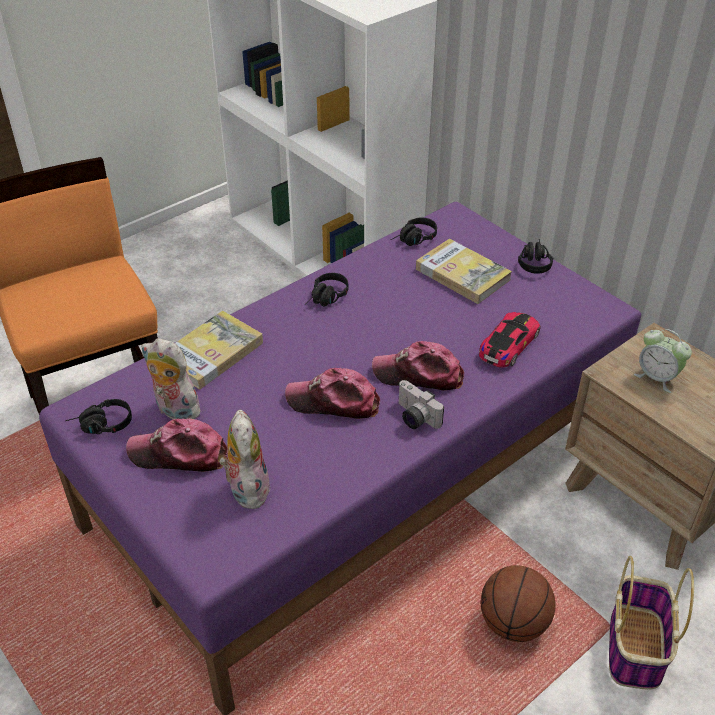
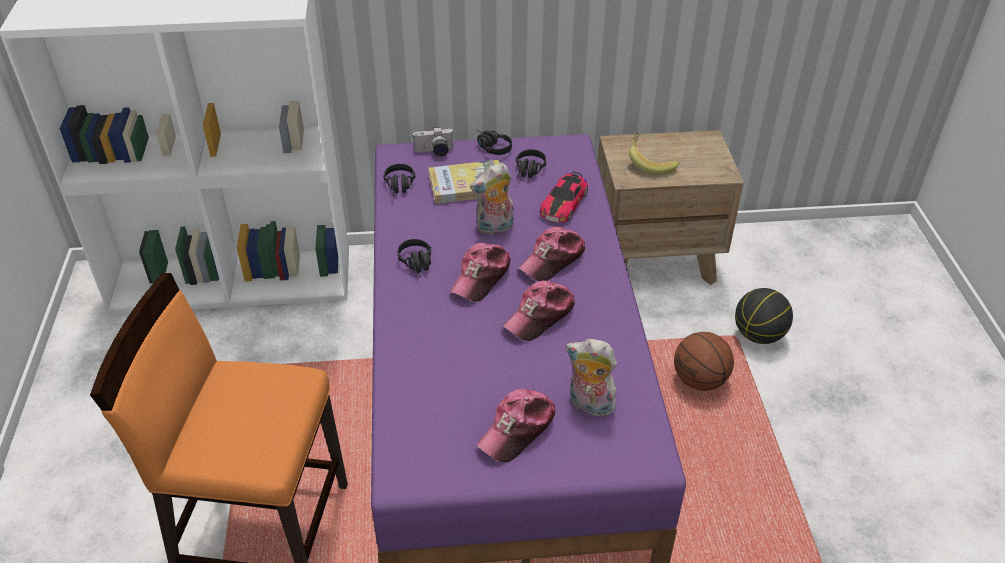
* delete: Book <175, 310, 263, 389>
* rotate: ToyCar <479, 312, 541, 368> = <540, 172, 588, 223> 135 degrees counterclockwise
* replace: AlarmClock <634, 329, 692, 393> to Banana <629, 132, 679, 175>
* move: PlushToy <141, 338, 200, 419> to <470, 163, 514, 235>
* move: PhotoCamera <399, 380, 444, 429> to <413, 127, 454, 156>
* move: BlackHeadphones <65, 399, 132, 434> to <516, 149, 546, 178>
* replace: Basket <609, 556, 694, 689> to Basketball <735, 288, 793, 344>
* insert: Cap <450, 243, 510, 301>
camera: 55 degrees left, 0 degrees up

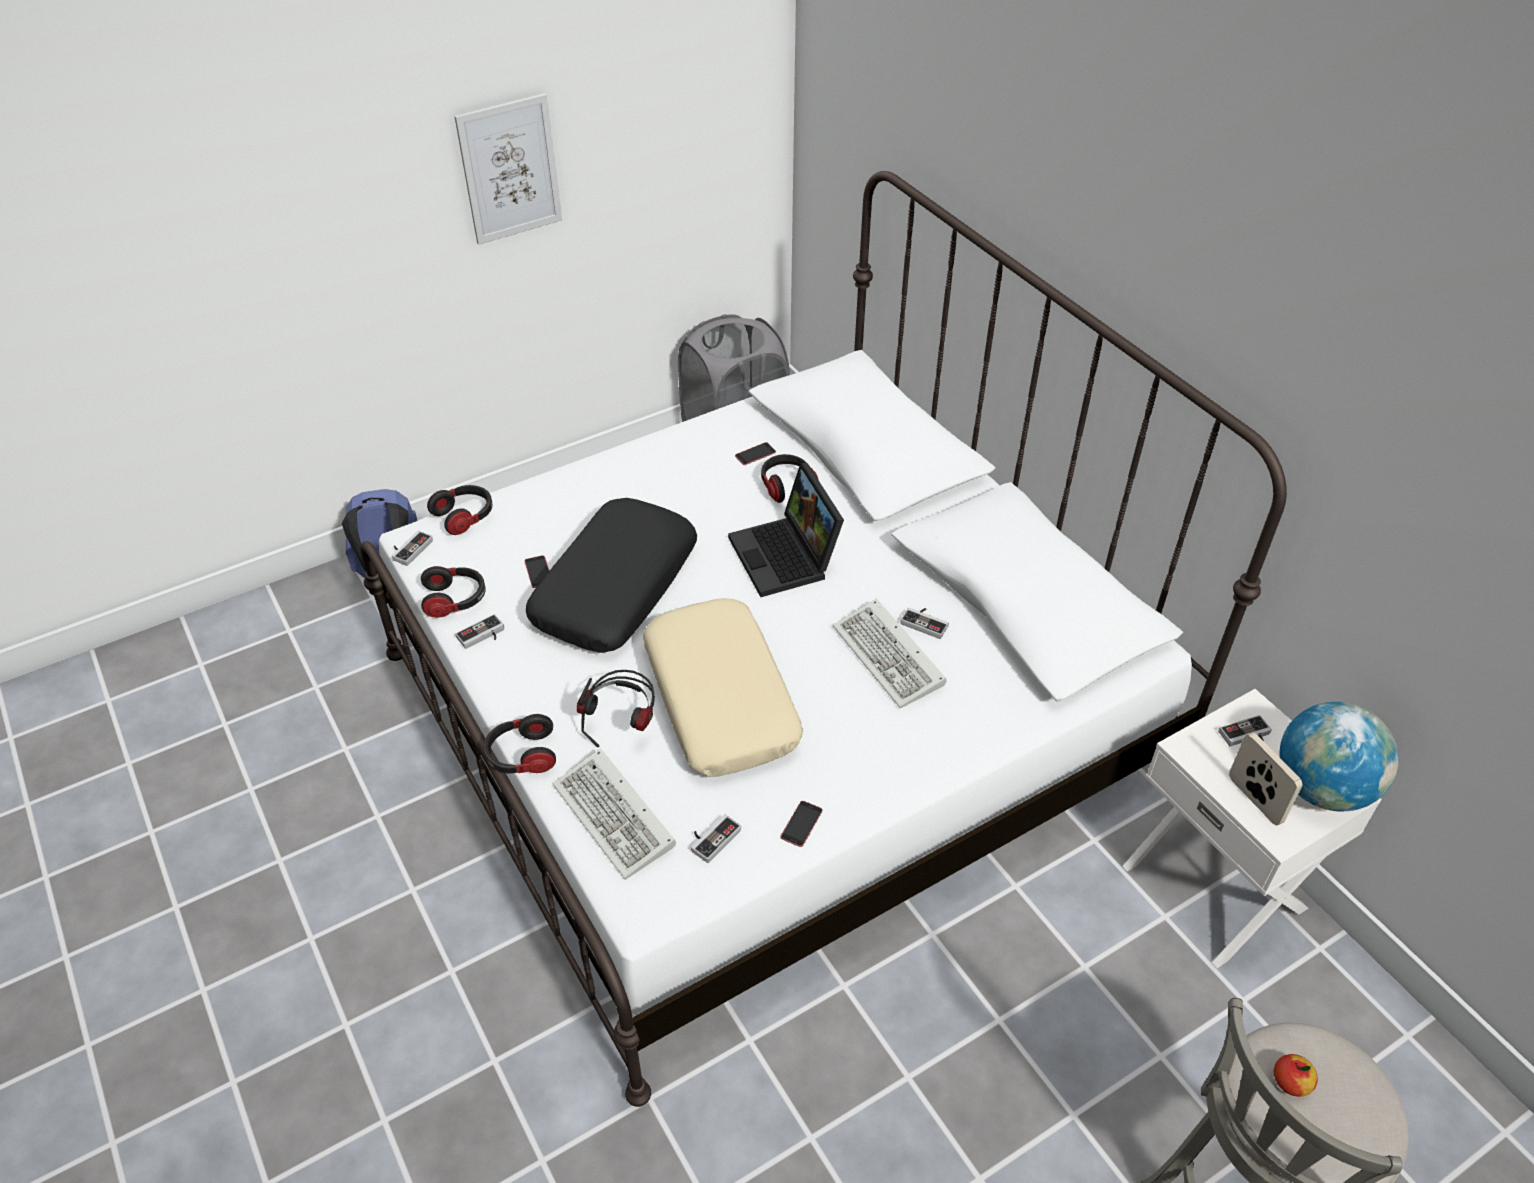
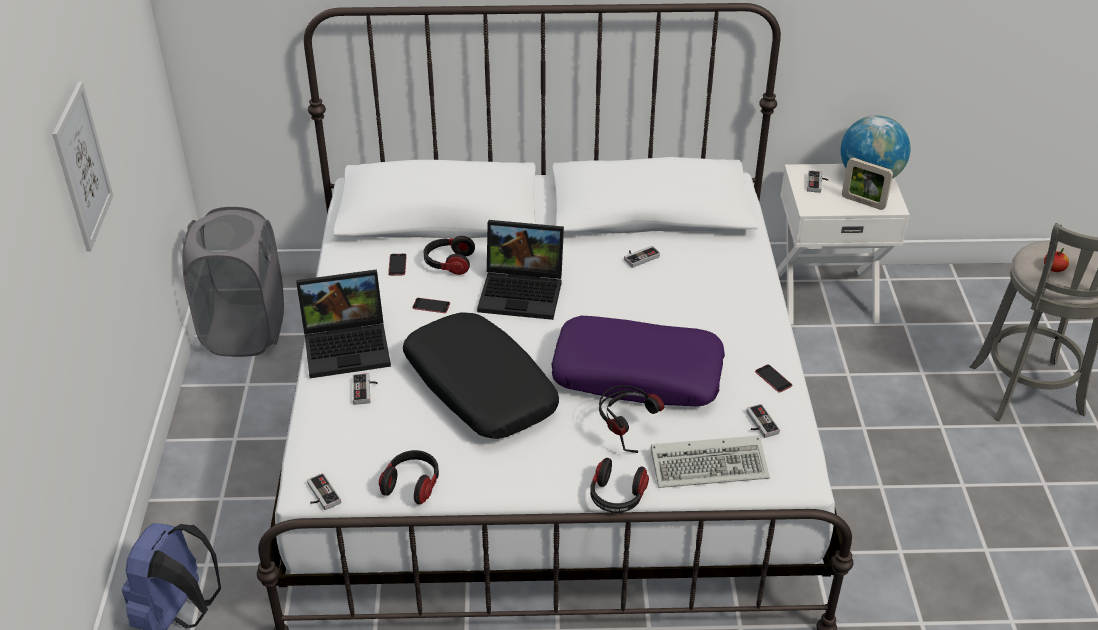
* delete: Headphones <427, 485, 492, 535>
* move: Phone <524, 555, 549, 588> to <412, 298, 450, 313>
* recolor: BeigePillow <643, 598, 803, 777> to PurplePillow <551, 316, 725, 406>
* delete: Keyboard <833, 599, 947, 708>
* move: GameController <455, 614, 504, 649> to <352, 373, 378, 405>
* rotate: PictureFrame <1229, 733, 1302, 825> = <842, 158, 893, 210> 150 degrees counterclockwise
* insert: Laptop <296, 269, 391, 378>
camera: 60 degrees left, 5 degrees down

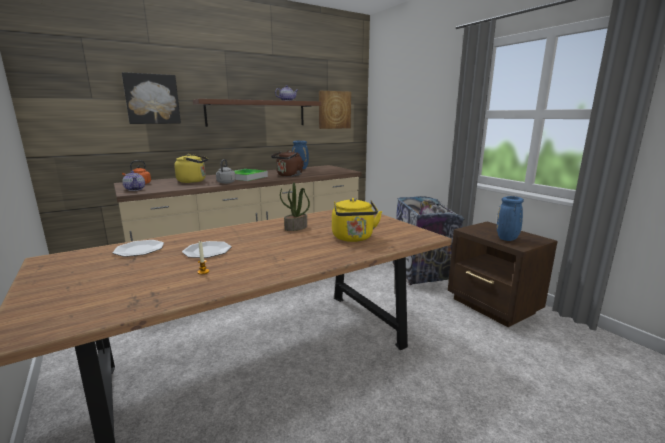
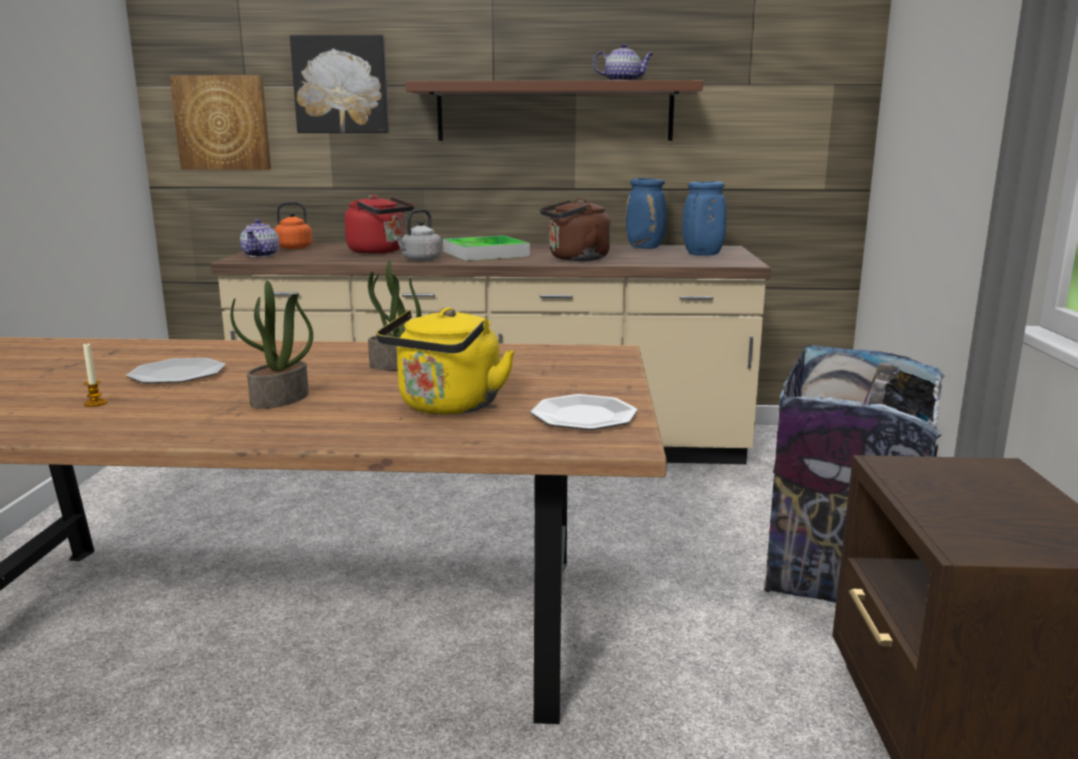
* move: Picture <319, 91, 351, 129> to <170, 75, 271, 170>
* recolor: YellowKettle <174, 154, 209, 183> to RedKettle <345, 194, 414, 254>
* move: BlueVase <497, 196, 524, 241> to <682, 181, 726, 256>
* move: Plate <113, 240, 164, 257> to <530, 394, 637, 430>
* insert: PottedPlant <230, 281, 313, 409>
camera: 35 degrees right, 0 degrees up

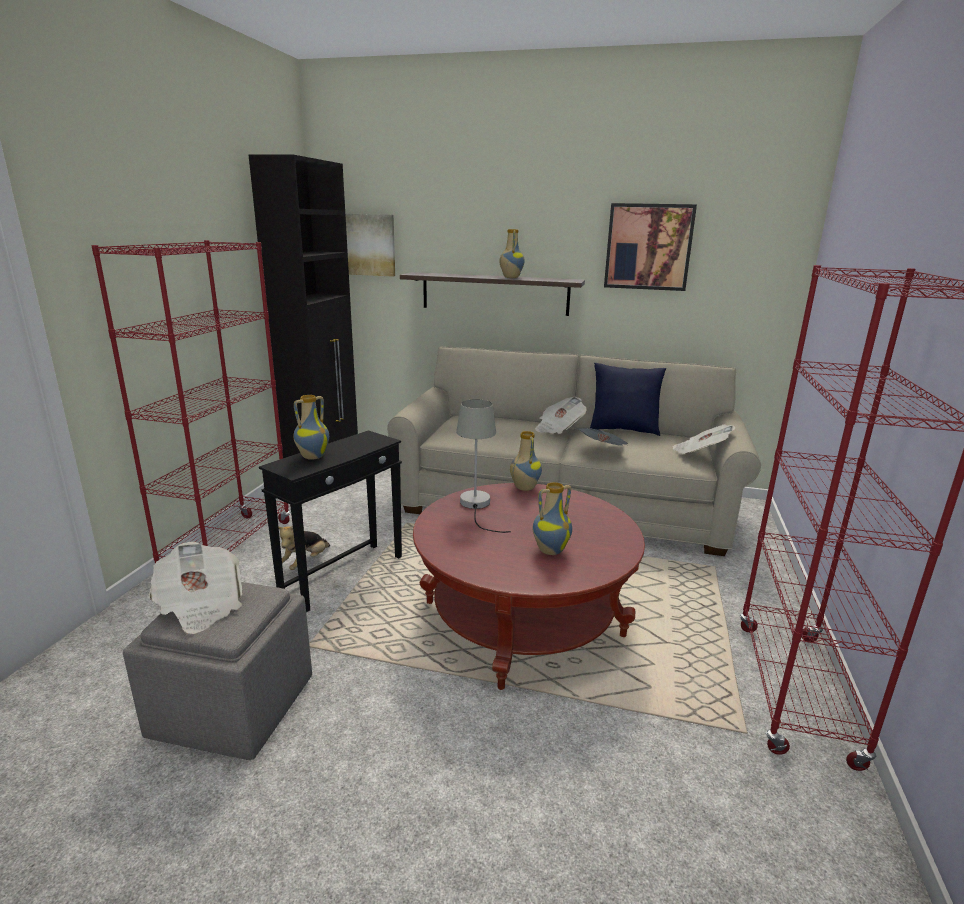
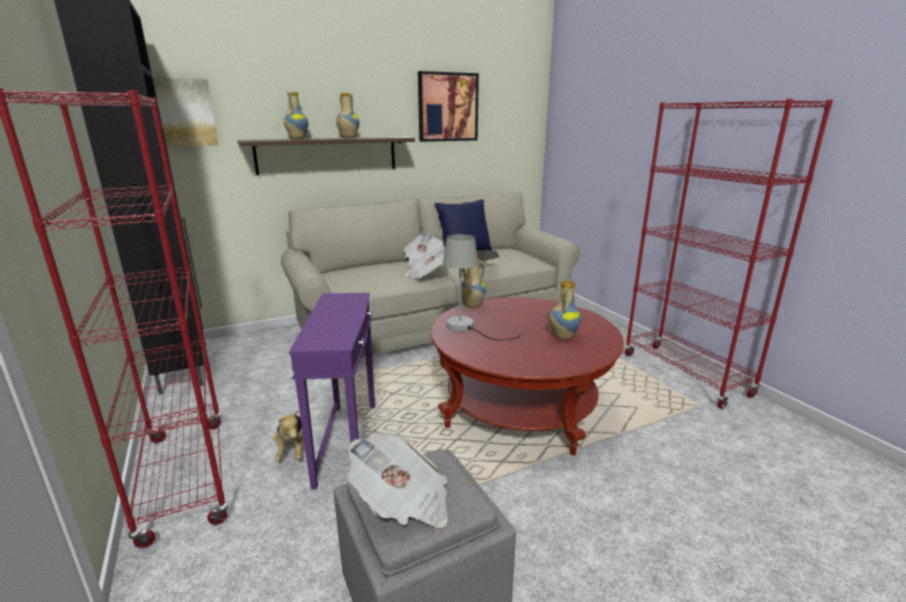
* move: Vase <293, 395, 329, 460> to <284, 92, 308, 139>
* move: Newspaper <672, 425, 736, 455> to <405, 247, 445, 279>
* recolor: BlackSideTable <259, 430, 402, 612> to PurpleSideTable <289, 293, 375, 489>
camera: 40 degrees left, 0 degrees up

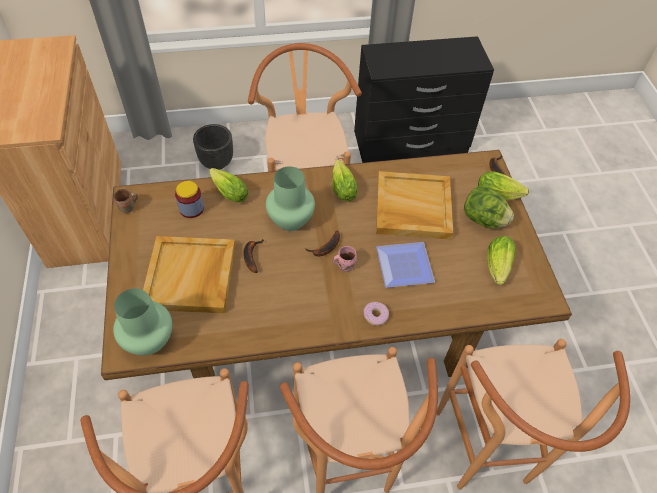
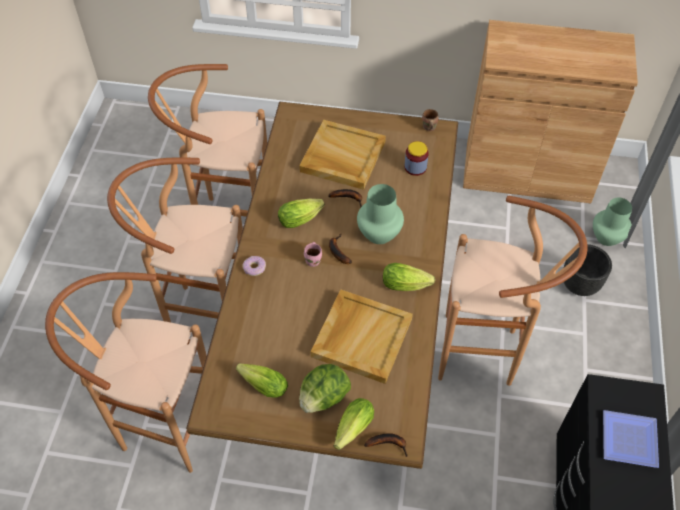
* move: Lettuce <209, 168, 249, 202> to <278, 199, 325, 228>
* move: Plate <376, 242, 435, 288> to <603, 410, 659, 468>
* move: GreenVase <113, 288, 172, 355> to <593, 198, 632, 246>
camera: 110 degrees right, 0 degrees up

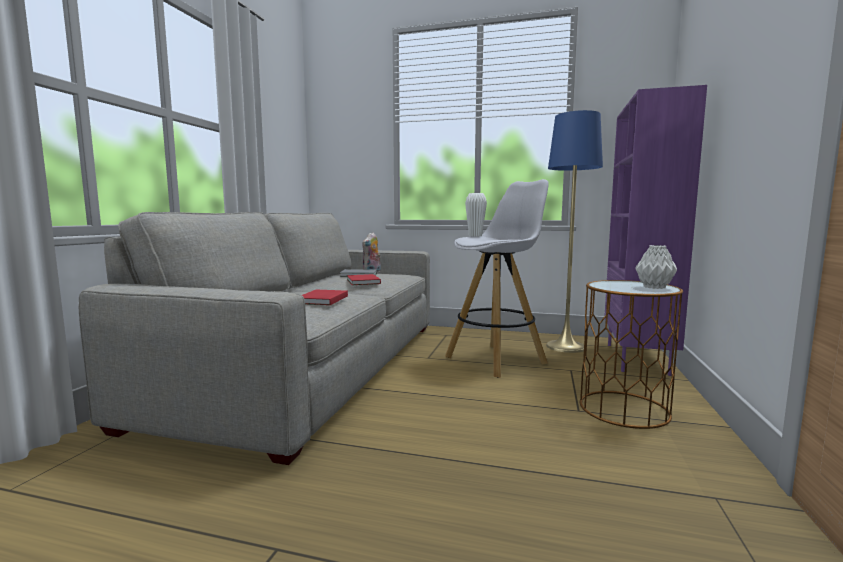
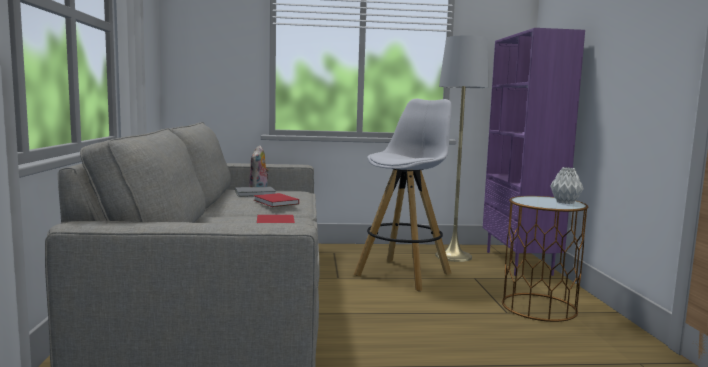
* recolor: BlueFloorLamp <546, 110, 603, 353> to GreyFloorLamp <435, 35, 489, 262>
* delete: WhiteVase <465, 193, 487, 236>
camera: 20 degrees left, 0 degrees up

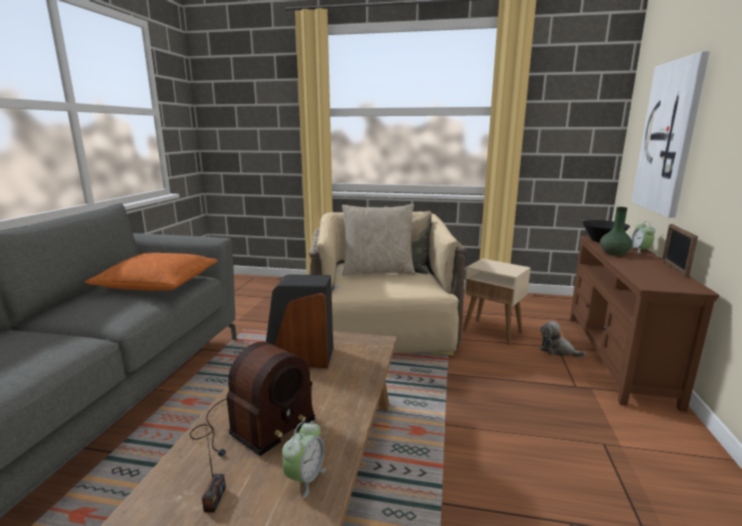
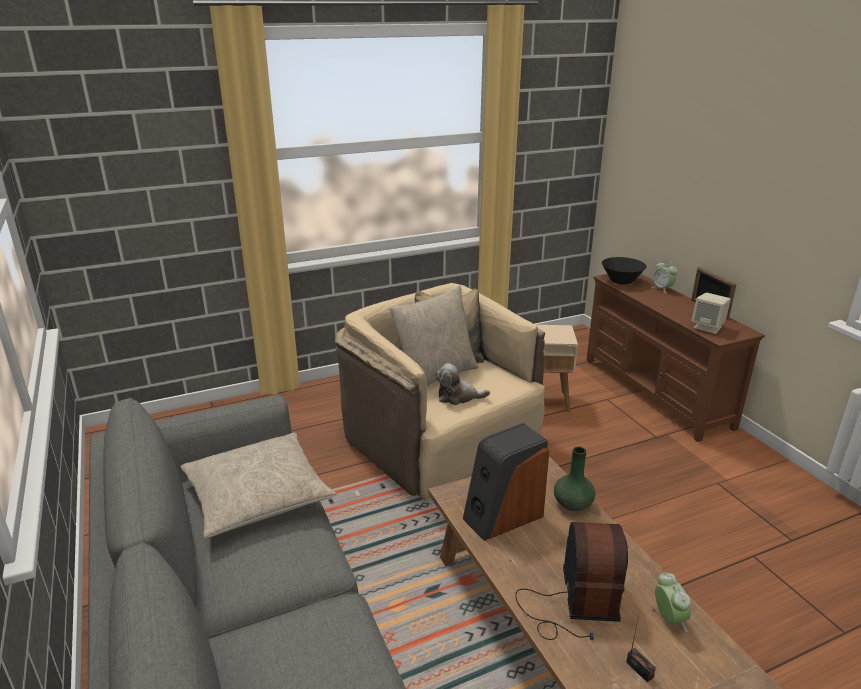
* delete: Picture <631, 51, 710, 218>
* move: GreenVase <600, 207, 633, 256> to <554, 447, 595, 511>
* recolor: OrangePillow <85, 253, 218, 291> to BeigePillow <181, 433, 336, 538>
* move: PlushToy <540, 321, 586, 357> to <435, 363, 490, 405>
* insert: BeigeSpeaker <692, 293, 731, 334>
camera: 35 degrees left, 10 degrees up

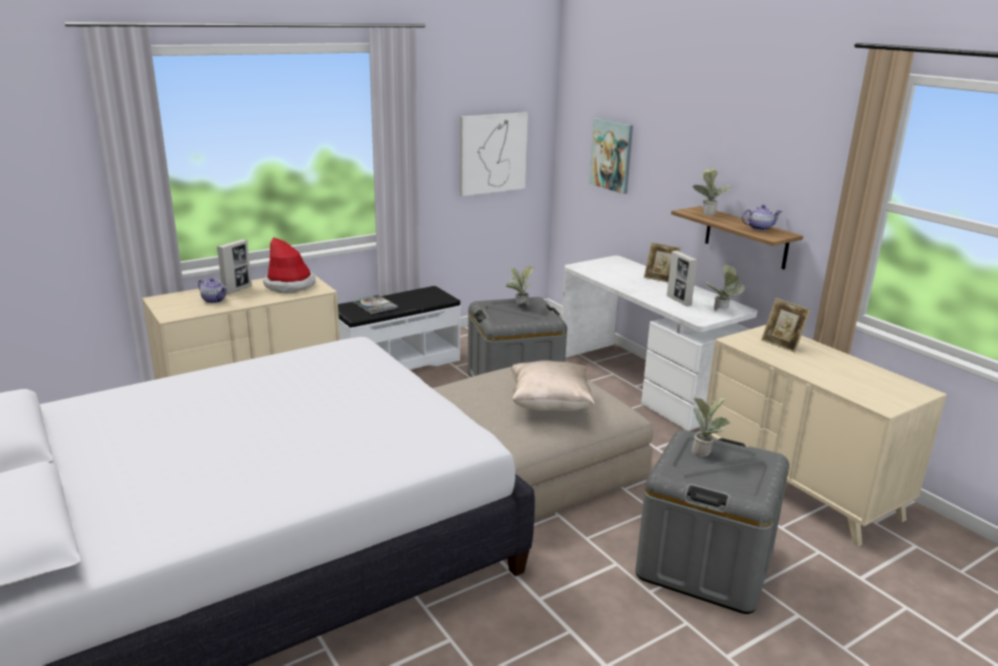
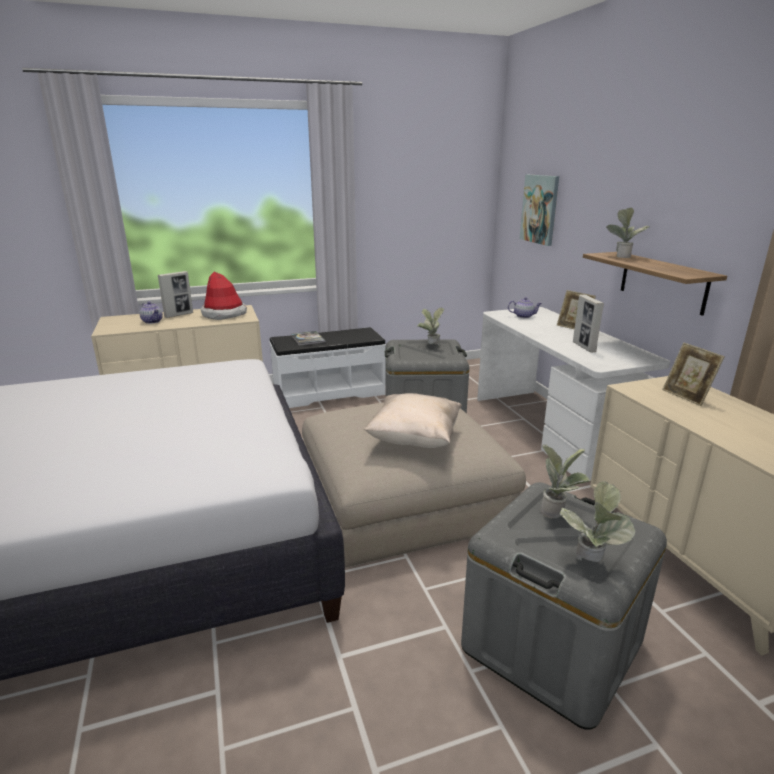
* delete: Picture <460, 112, 528, 196>
* move: Teapot <742, 205, 782, 231> to <508, 297, 542, 318>
* move: PottedPlant <706, 264, 745, 310> to <560, 481, 636, 562>
camera: 15 degrees right, 0 degrees up

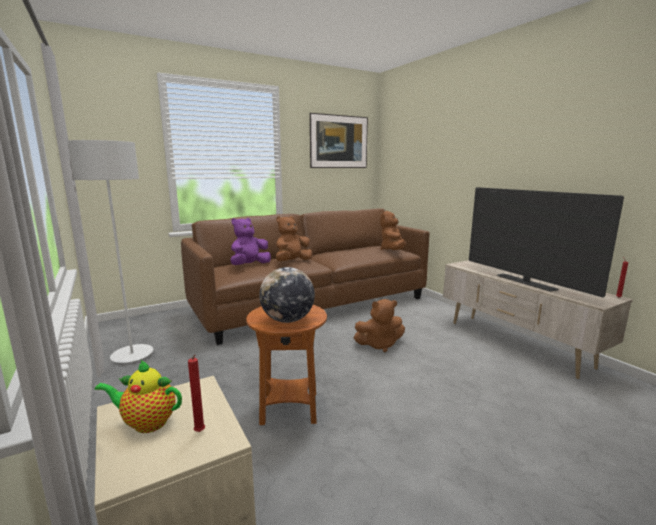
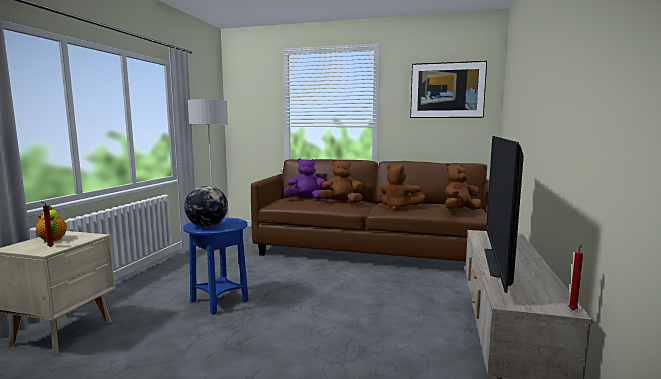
* move: BrownPlushToy <354, 299, 405, 352> to <380, 165, 426, 210>
* recolor: BrownSideTable <246, 305, 327, 425> to BlueSideTable <183, 218, 249, 315>
camera: 45 degrees right, 5 degrees down

